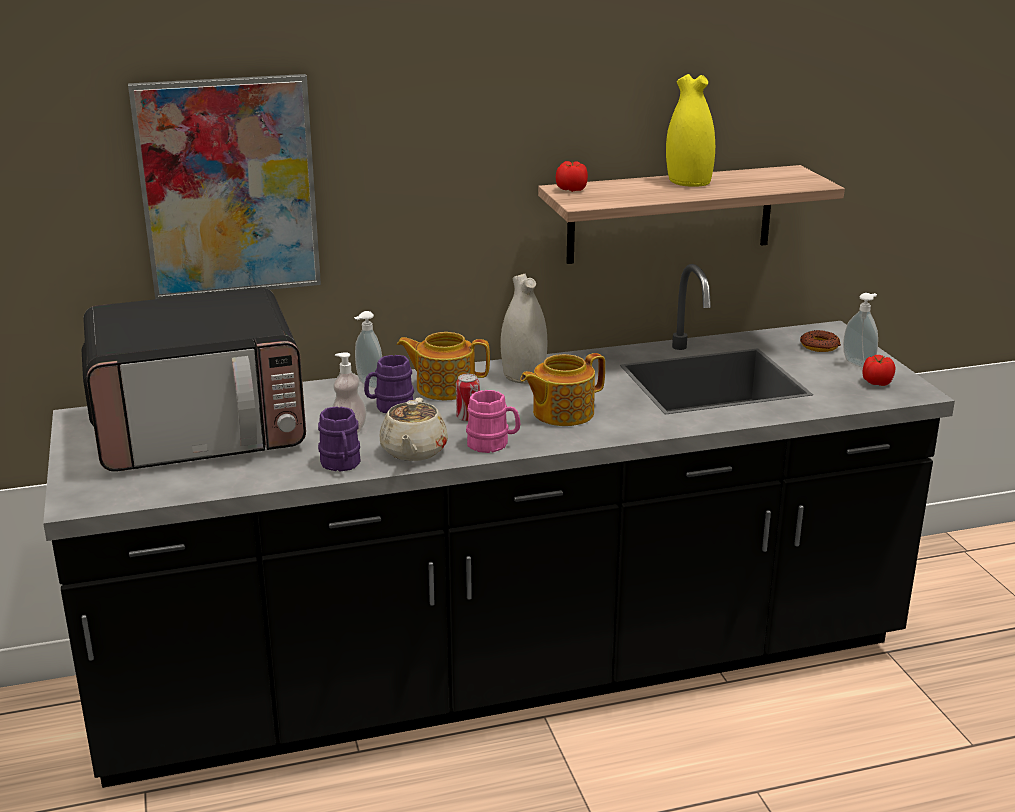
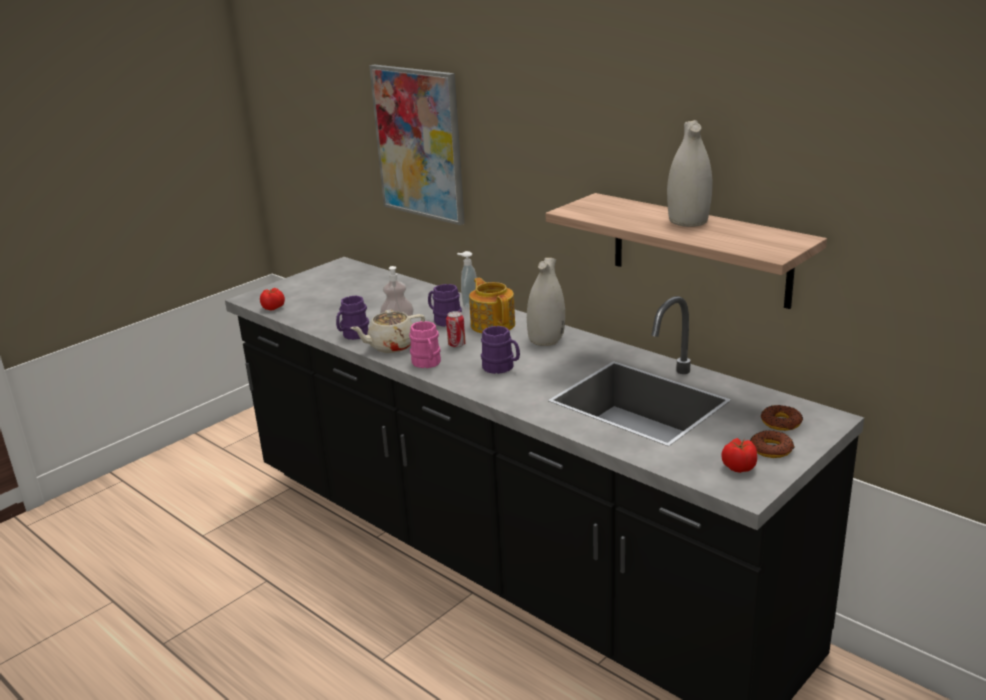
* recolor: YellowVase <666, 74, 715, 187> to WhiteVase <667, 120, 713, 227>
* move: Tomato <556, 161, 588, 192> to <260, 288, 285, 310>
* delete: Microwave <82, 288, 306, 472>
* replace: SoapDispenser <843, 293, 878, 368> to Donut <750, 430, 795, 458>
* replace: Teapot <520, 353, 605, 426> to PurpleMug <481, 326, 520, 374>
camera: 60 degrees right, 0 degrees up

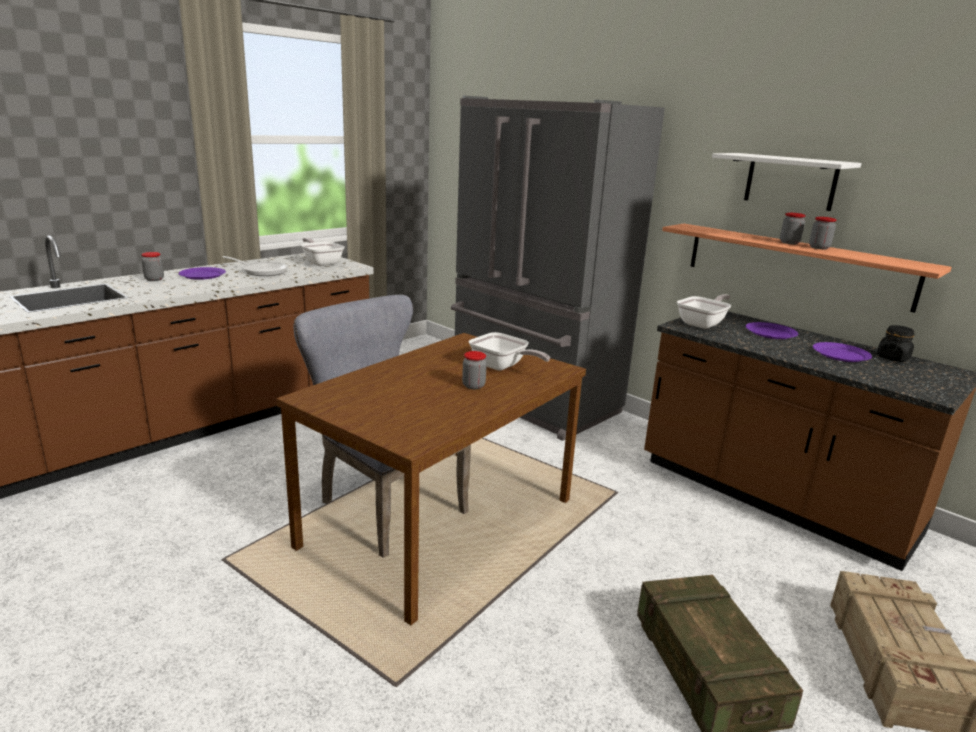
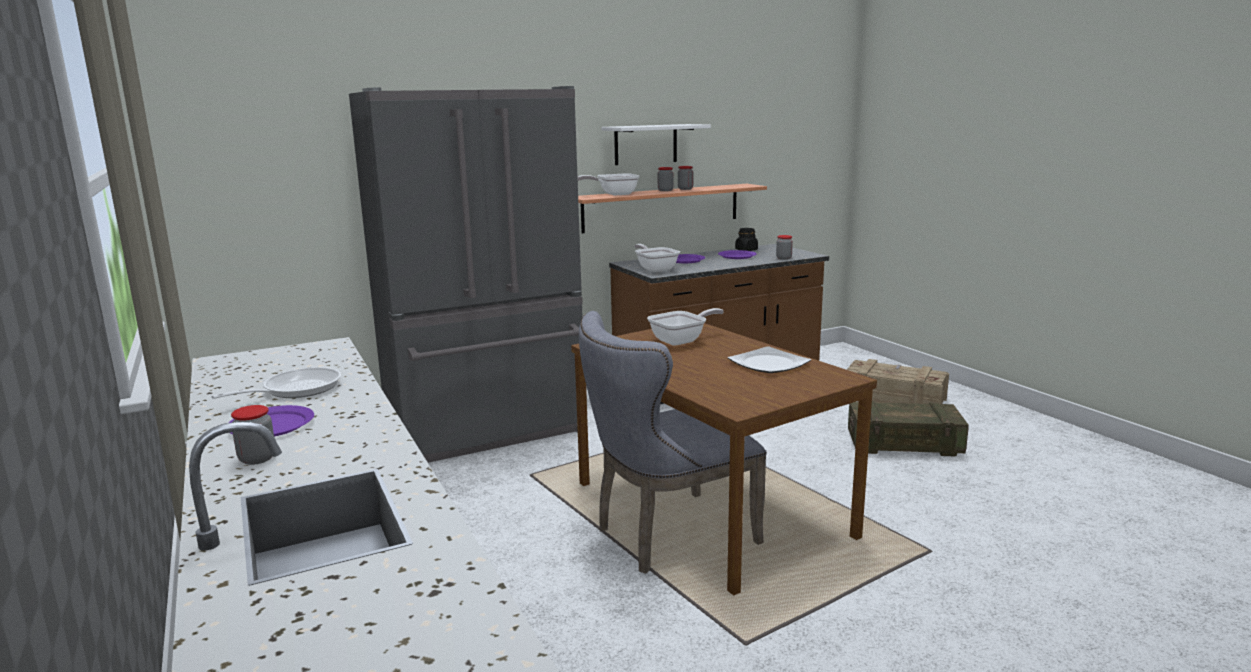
* move: FryingPan <301, 238, 344, 266> to <577, 174, 640, 196>
* move: Jar <462, 351, 487, 389> to <776, 235, 793, 260>
* insert: Plate <728, 346, 811, 373>
camera: 70 degrees left, 5 degrees down

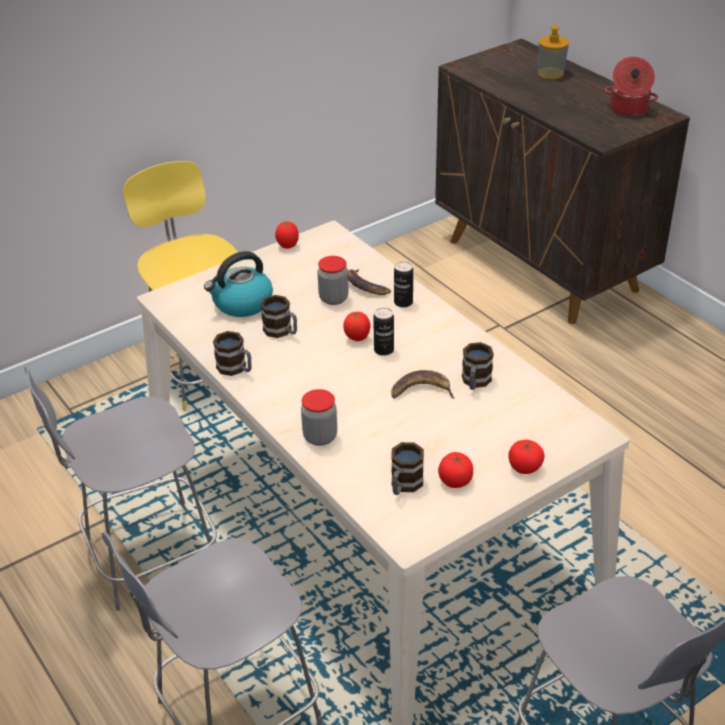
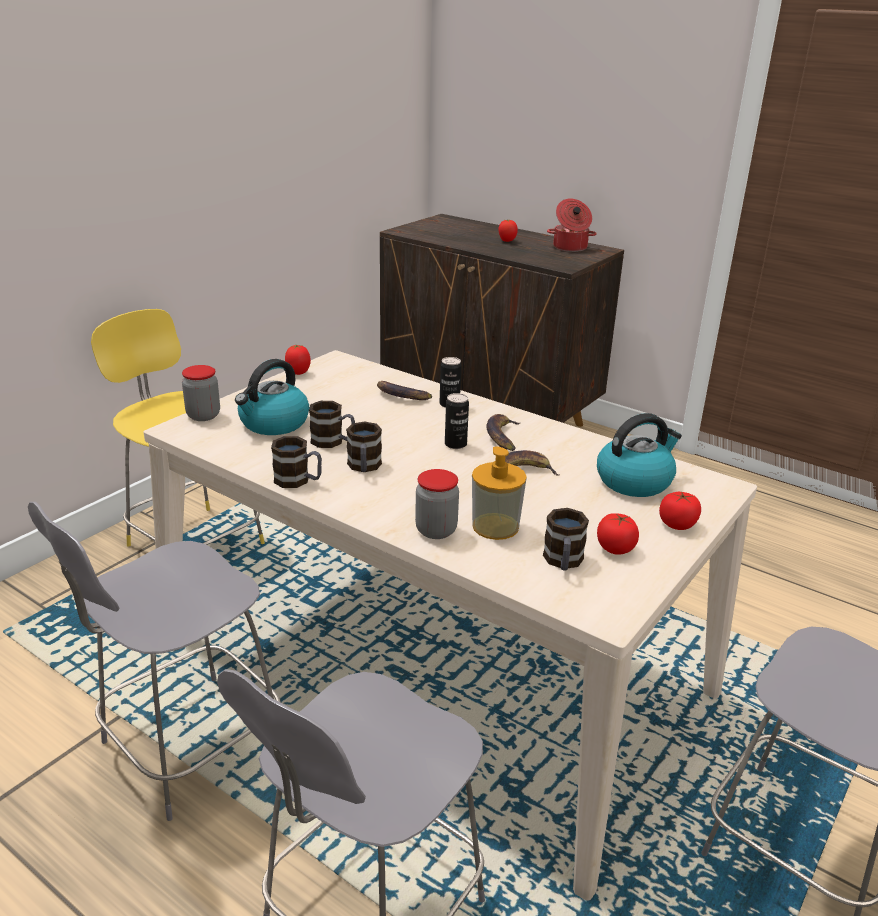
* move: SoapDispenser <538, 25, 569, 79> to <472, 446, 527, 540>
* move: Jar <317, 256, 349, 305> to <182, 365, 220, 421>
* move: Tomato <343, 312, 370, 341> to <498, 220, 518, 242>
* move: Mug <462, 342, 494, 390> to <346, 421, 382, 472>
* insert: Kettle <597, 413, 682, 497>
* insert: Banana <486, 414, 521, 451>
camera: 20 degrees left, 10 degrees down

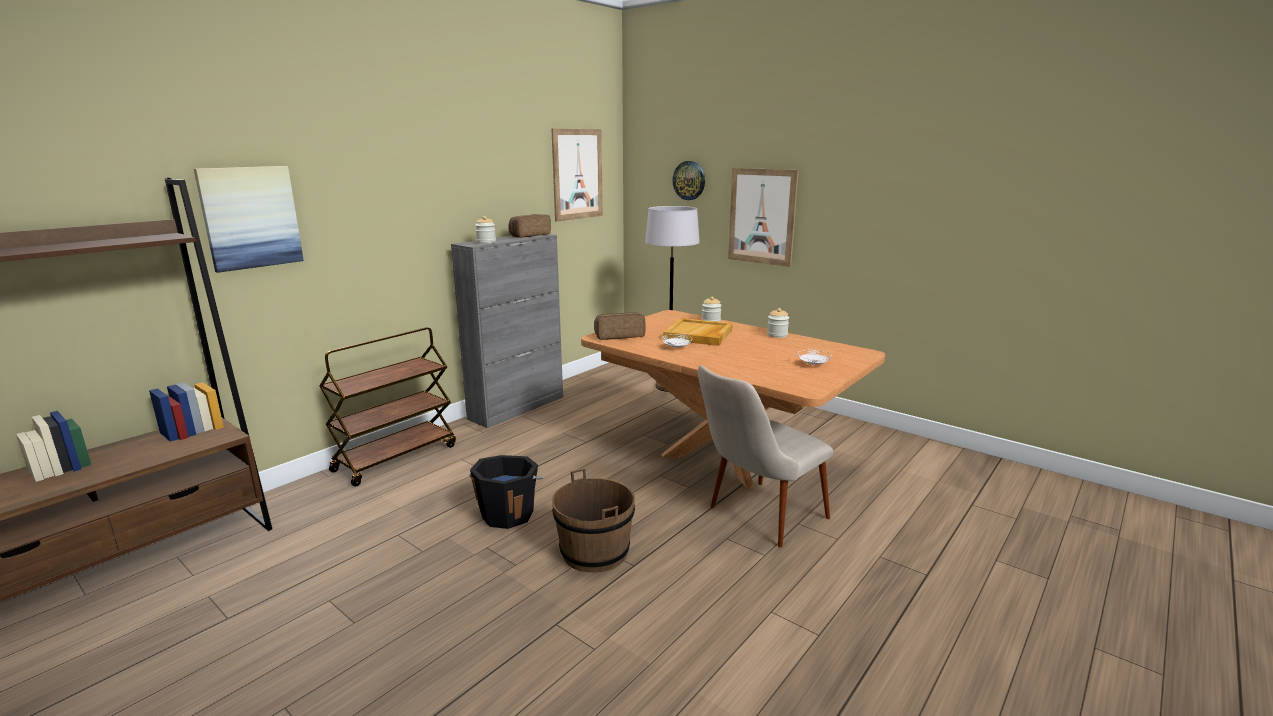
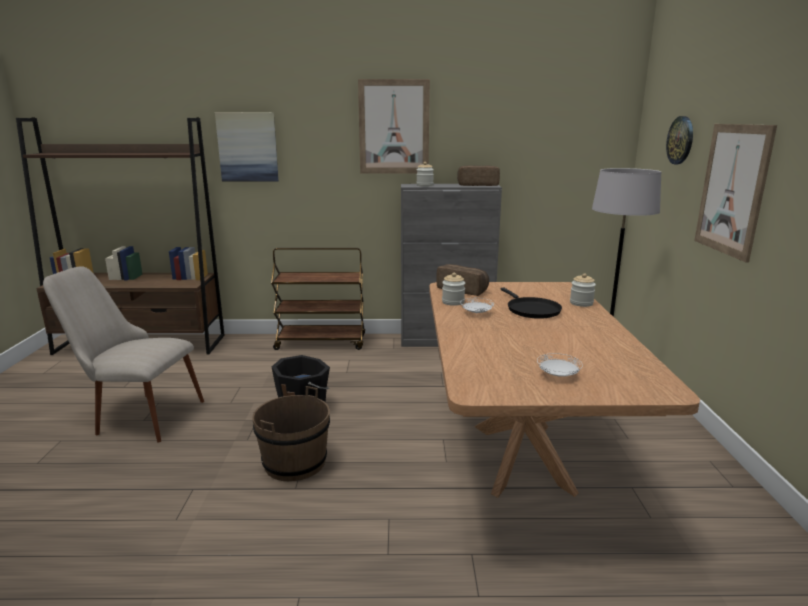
* move: Picture <551, 129, 603, 222> to <358, 79, 430, 174>
* move: Jar <767, 308, 789, 338> to <442, 273, 465, 306>
* replace: BeigeTray <663, 318, 733, 346> to BlackFryingPan <501, 288, 562, 319>
* move: BeigeChair <698, 365, 834, 548> to <43, 266, 204, 443>
camera: 50 degrees right, 0 degrees up

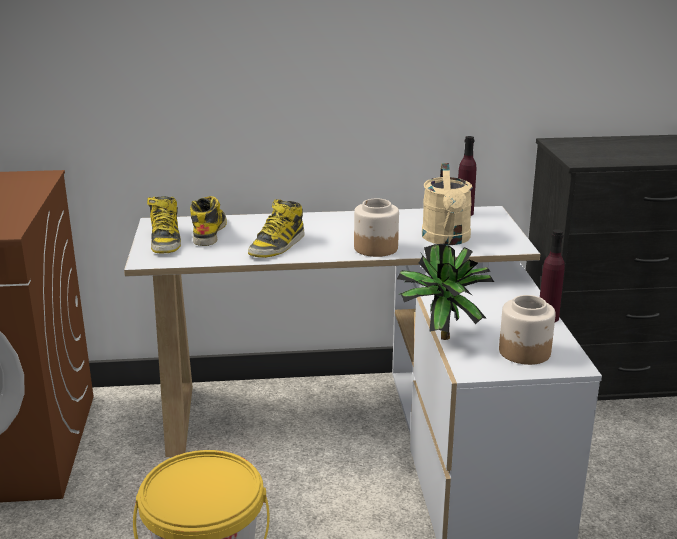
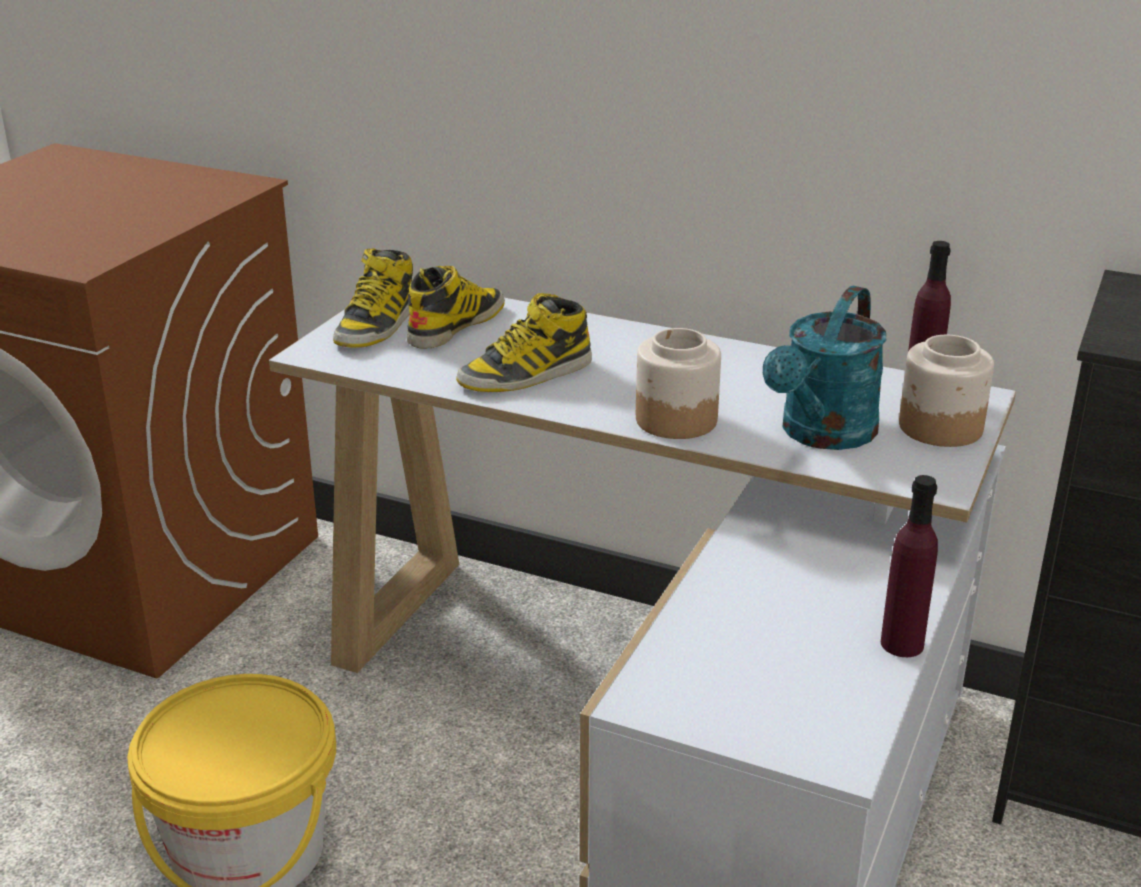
* recolor: BeigeWateringCan <422, 163, 473, 245> to TurquoiseWateringCan <763, 286, 886, 450>
* delete: PottedPlant <397, 244, 494, 340>
* move: Jar <499, 295, 556, 365> to <899, 335, 994, 447>
camera: 30 degrees right, 5 degrees up

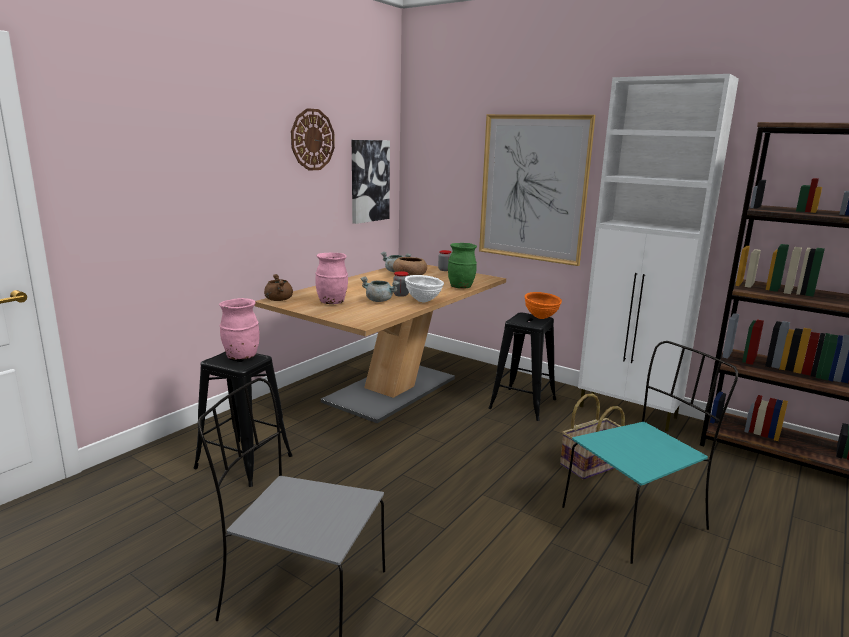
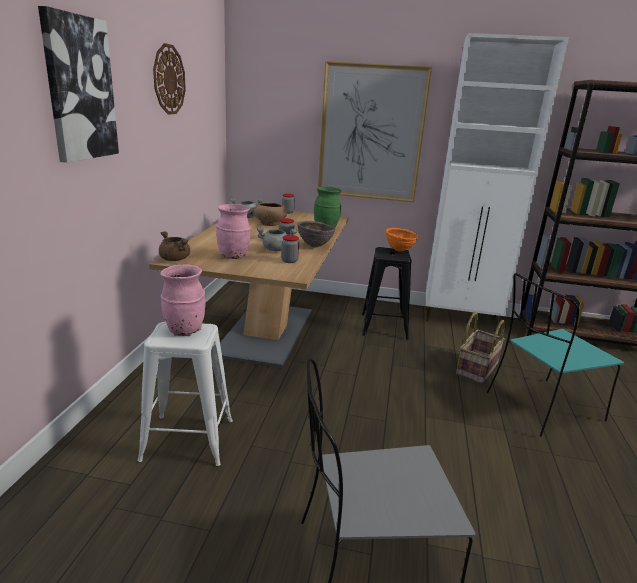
* move: Picture <352, 140, 390, 224> to <38, 6, 119, 163>
* recolor: WhiteBowl <405, 275, 444, 303> to BrownBowl <298, 221, 335, 247>
* rotate: TurquoiseChair <562, 341, 738, 564> = <487, 273, 624, 437> 150 degrees counterclockwise
* recolor: BlackStool <194, 352, 293, 487> to WhiteStool <138, 321, 233, 466>
* insert: Jar <281, 235, 299, 263>
camera: 25 degrees left, 5 degrees up

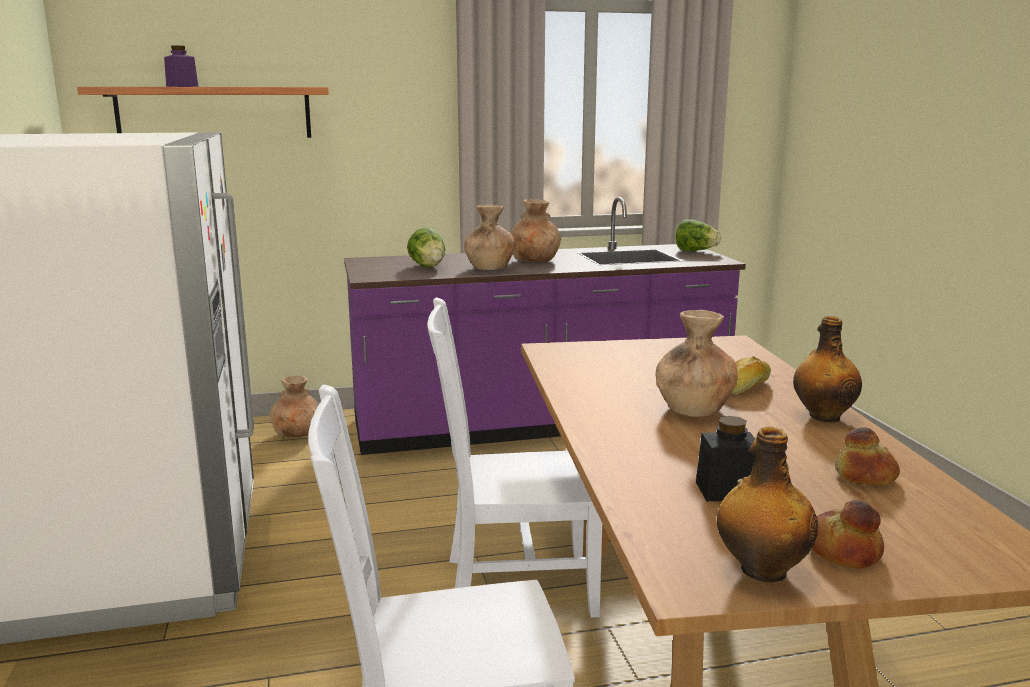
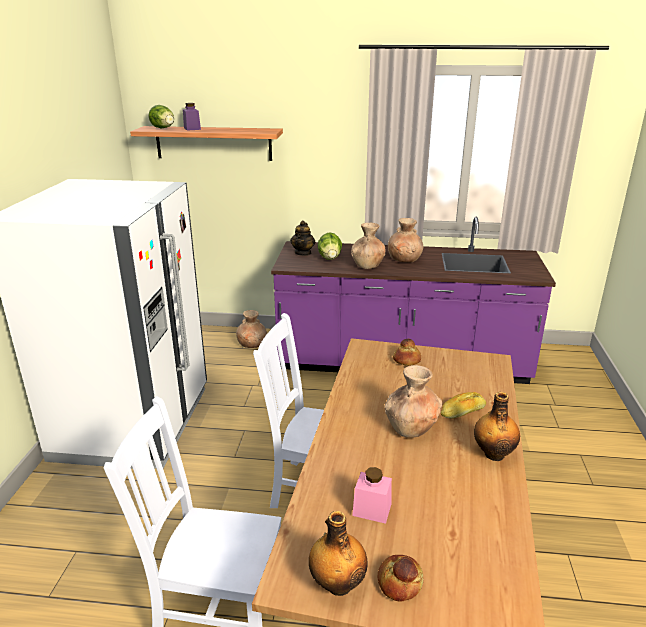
* move: Lettuce <676, 219, 721, 251> to <149, 105, 174, 128>
* recolor: BlackJar <696, 416, 755, 501> to PinkJar <352, 467, 392, 524>
* move: Bread <835, 427, 900, 485> to <393, 339, 421, 366>
* insert: Teapot <290, 220, 315, 256>
camera: 20 degrees right, 10 degrees up

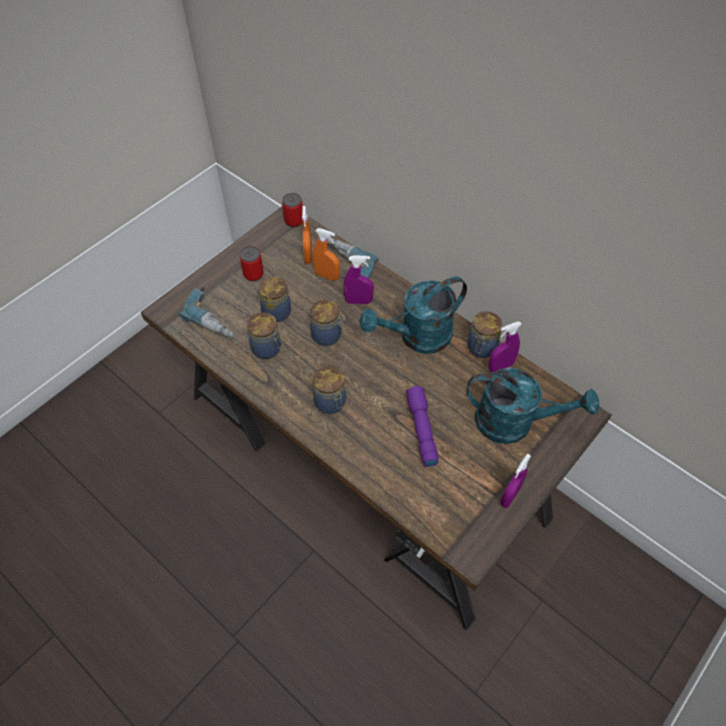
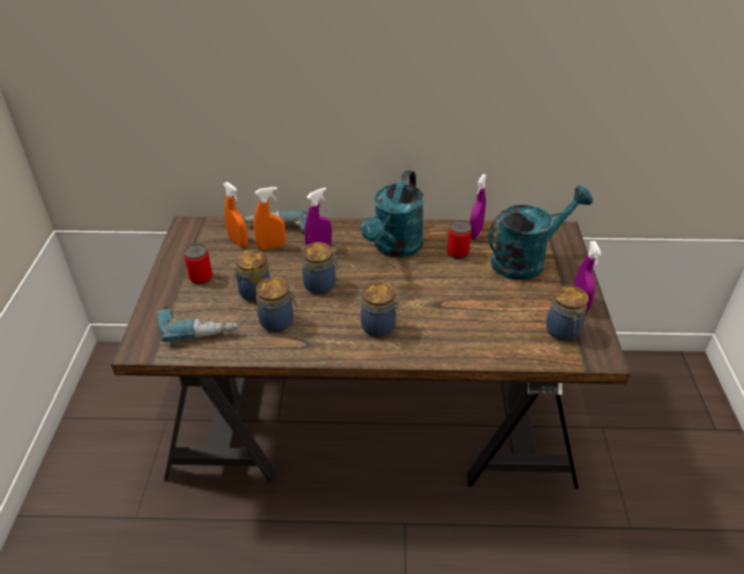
* move: Can <282, 193, 303, 227> to <447, 220, 472, 259>
* move: Jar <467, 311, 502, 358> to <546, 285, 588, 341>
* delete: PurpleFlashlight <406, 386, 438, 467>
camera: 40 degrees left, 15 degrees down

